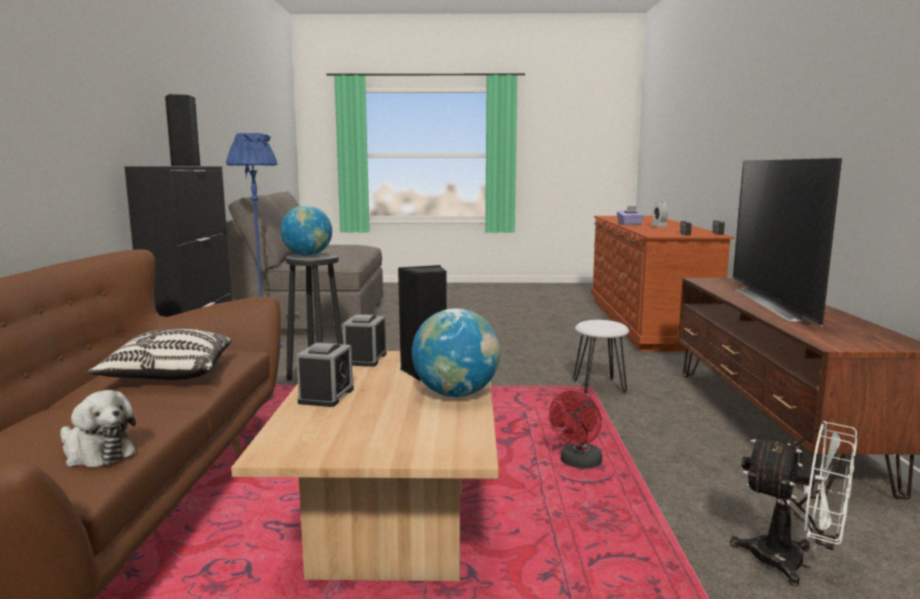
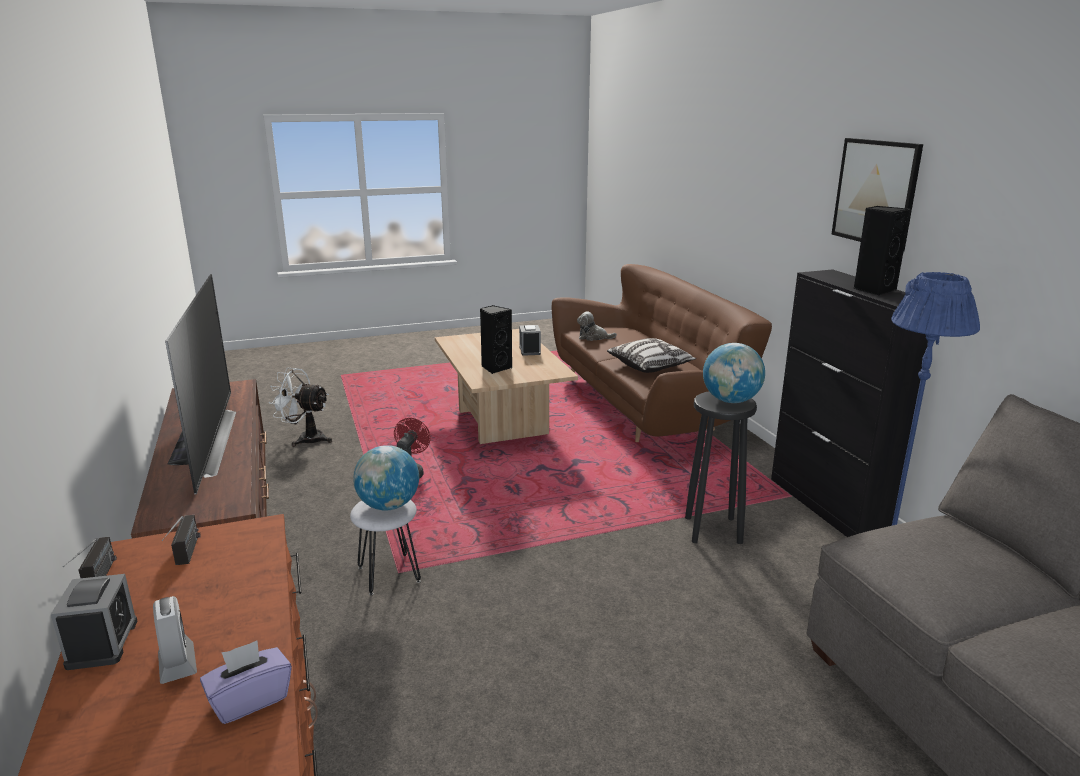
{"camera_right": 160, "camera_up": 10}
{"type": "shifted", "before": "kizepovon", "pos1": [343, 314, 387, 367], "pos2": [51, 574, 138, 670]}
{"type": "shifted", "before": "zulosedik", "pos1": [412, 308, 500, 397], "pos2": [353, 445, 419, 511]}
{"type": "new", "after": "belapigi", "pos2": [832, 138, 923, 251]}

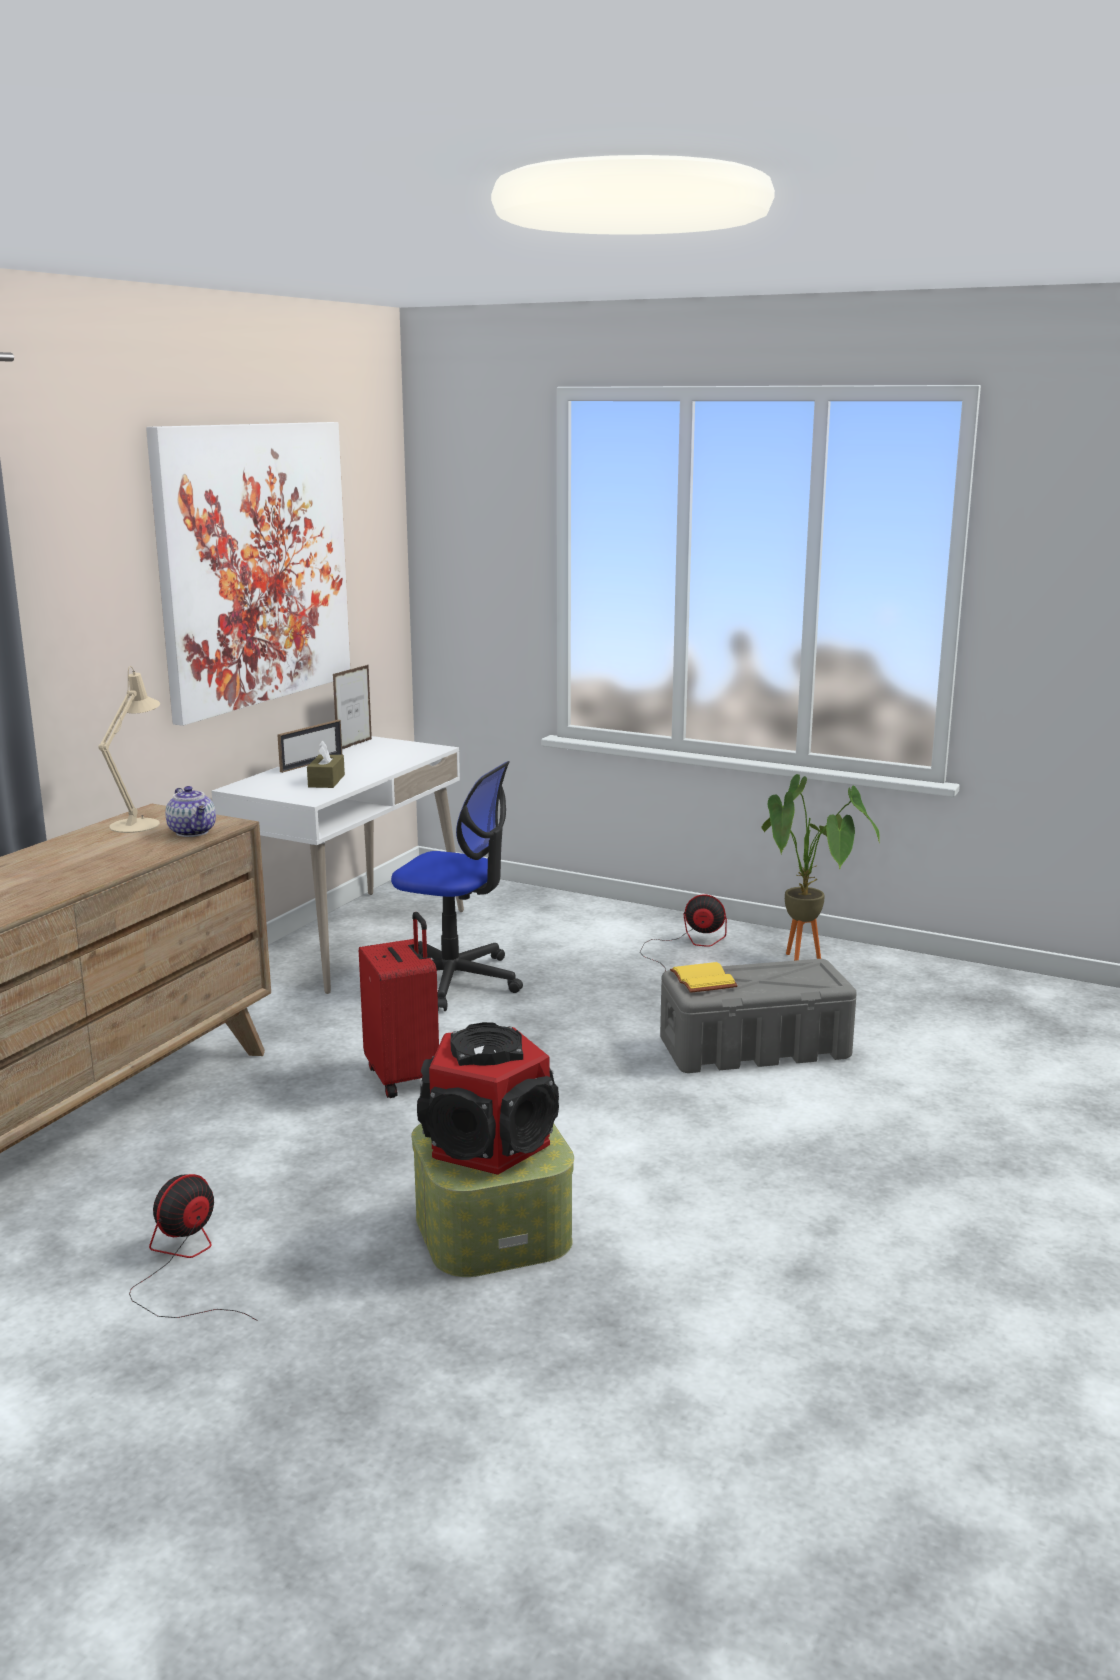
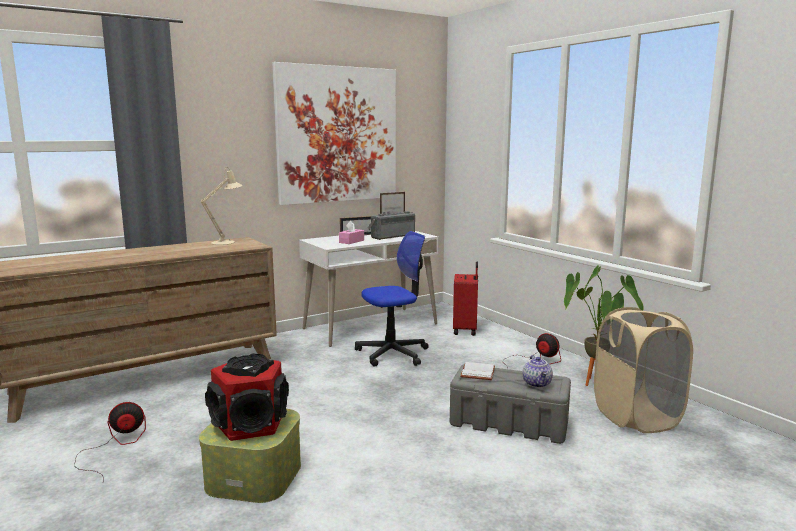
{"camera_right": 30, "camera_up": -5}
{"type": "shifted", "before": "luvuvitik", "pos1": [165, 786, 216, 837], "pos2": [523, 355, 553, 388]}
{"type": "repainted", "before": "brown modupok", "after": "pink modupok", "pos1": [307, 740, 345, 788], "pos2": [339, 221, 364, 244]}
{"type": "shifted", "before": "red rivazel", "pos1": [359, 912, 439, 1098], "pos2": [453, 262, 478, 336]}
{"type": "rotated", "before": "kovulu", "pos1": [391, 761, 523, 1011], "pos2": [355, 231, 429, 366], "turn": -75}
{"type": "repainted", "before": "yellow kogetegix", "after": "white kogetegix", "pos1": [670, 962, 738, 993], "pos2": [460, 362, 495, 380]}
{"type": "new", "after": "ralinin", "pos2": [368, 211, 415, 240]}
{"type": "new", "after": "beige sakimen", "pos2": [594, 307, 693, 433]}

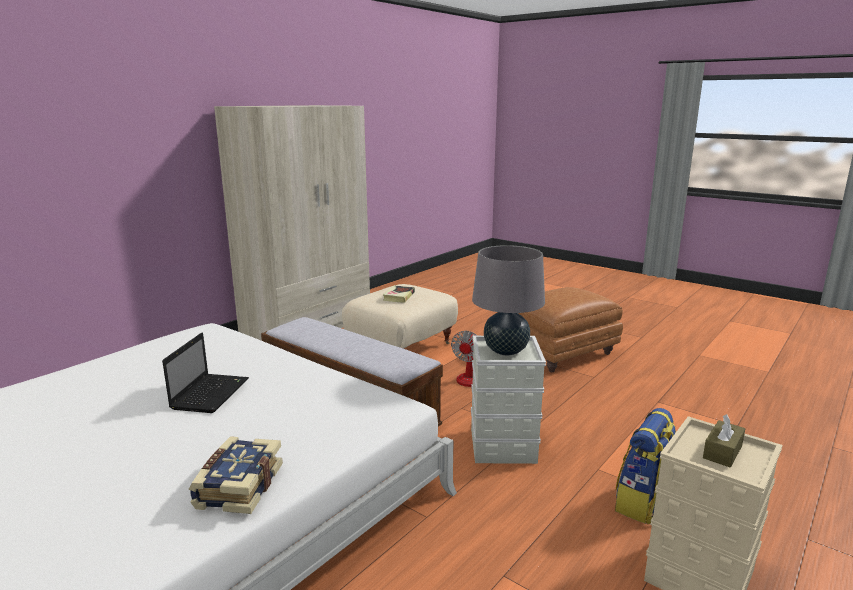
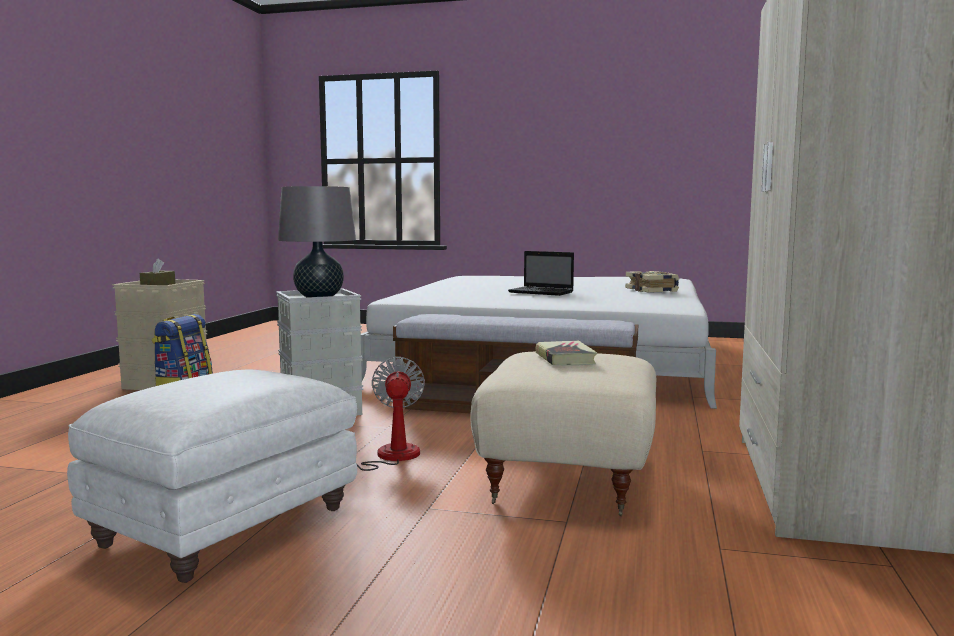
{"camera_right": 155, "camera_up": -10}
{"type": "rotated", "before": "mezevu", "pos1": [162, 333, 249, 413], "pos2": [508, 251, 574, 296], "turn": -45}
{"type": "shifted", "before": "kogetegix", "pos1": [189, 436, 283, 514], "pos2": [625, 271, 679, 293]}
{"type": "repainted", "before": "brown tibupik", "after": "white tibupik", "pos1": [518, 287, 623, 373], "pos2": [67, 370, 357, 583]}

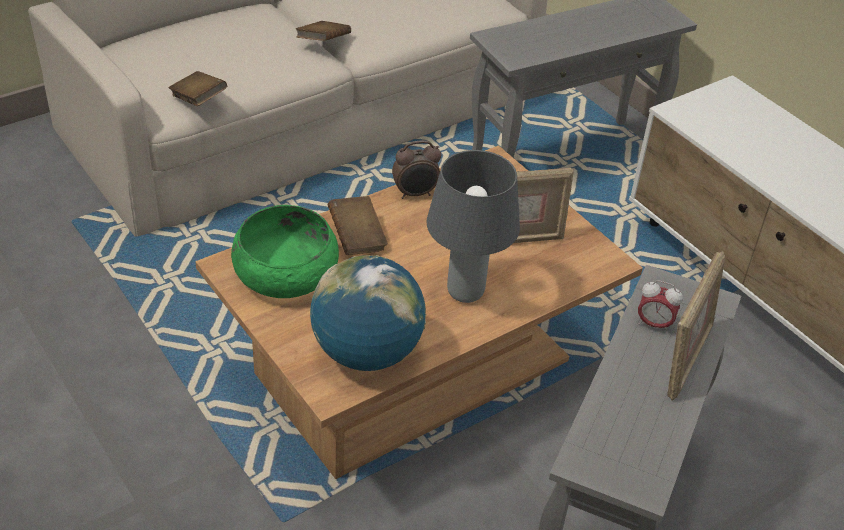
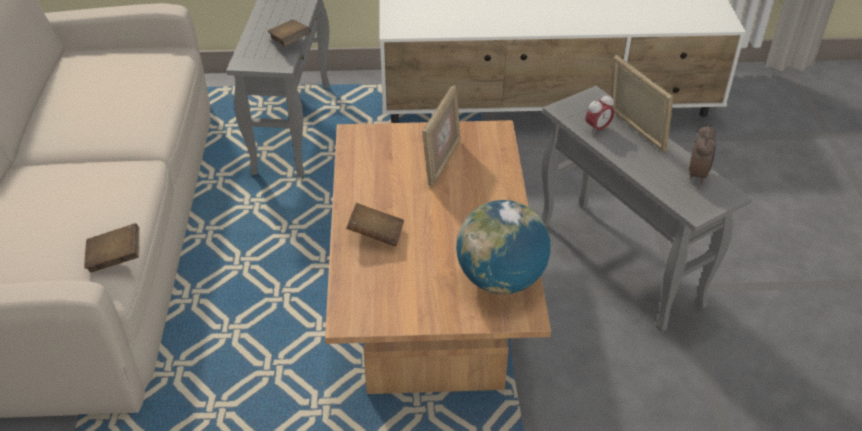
{"camera_right": -55, "camera_up": 0}
{"type": "gone", "before": "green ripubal", "pos1": [231, 205, 339, 298]}
{"type": "shifted", "before": "brown kogetegix", "pos1": [296, 21, 351, 41], "pos2": [268, 20, 311, 46]}
{"type": "shifted", "before": "kizepovon", "pos1": [392, 140, 441, 199], "pos2": [689, 124, 716, 184]}
{"type": "gone", "before": "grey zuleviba", "pos1": [427, 150, 520, 303]}

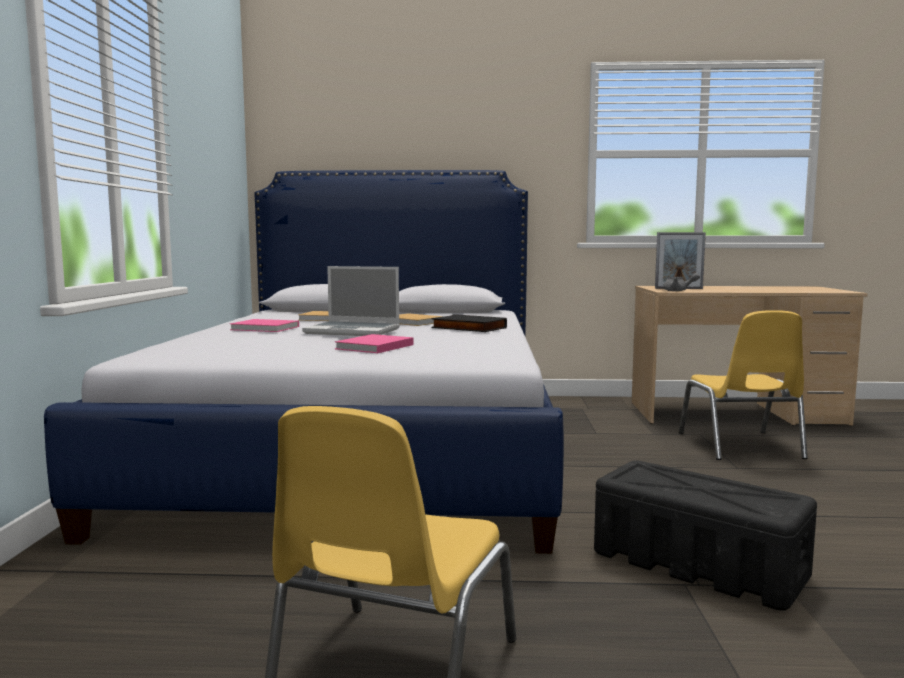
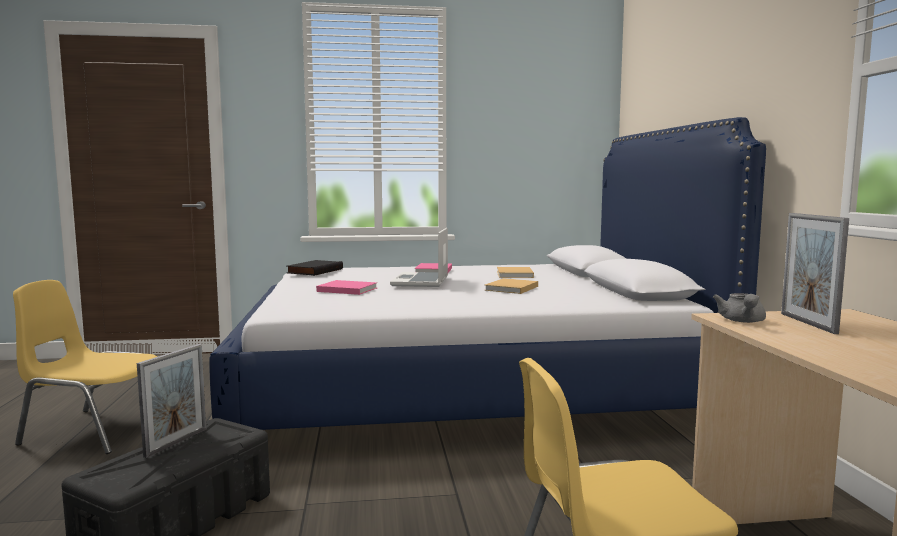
{"camera_right": 80, "camera_up": 0}
{"type": "shifted", "before": "black kogetegix", "pos1": [431, 314, 507, 332], "pos2": [287, 260, 343, 276]}
{"type": "new", "after": "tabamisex", "pos2": [137, 344, 207, 458]}

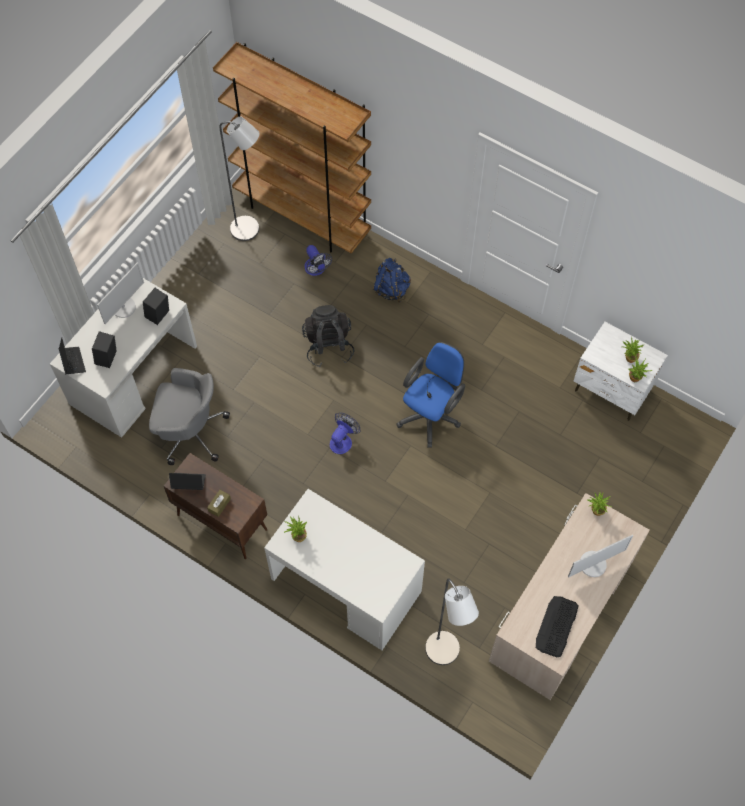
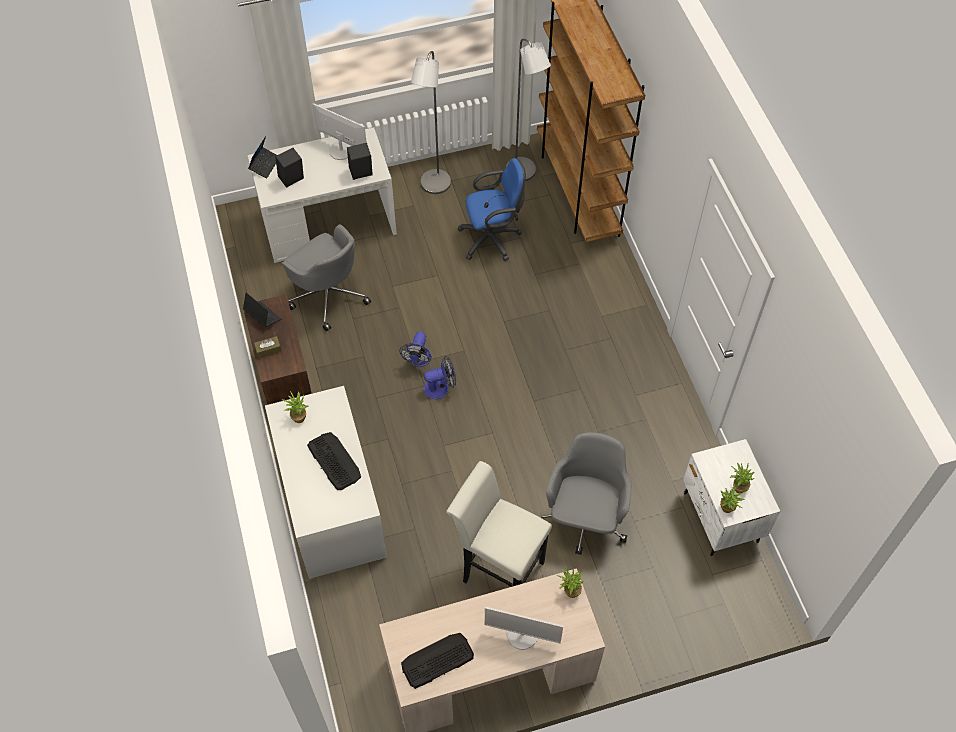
{"camera_right": 40, "camera_up": -5}
{"type": "rotated", "before": "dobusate", "pos1": [97, 262, 144, 324], "pos2": [312, 103, 367, 160], "turn": -135}
{"type": "gone", "before": "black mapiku", "pos1": [302, 305, 354, 367]}
{"type": "shifted", "before": "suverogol", "pos1": [305, 245, 332, 276], "pos2": [399, 332, 431, 367]}
{"type": "gone", "before": "blue mapiku", "pos1": [373, 258, 411, 302]}
{"type": "shifted", "before": "blue kovulu", "pos1": [396, 342, 465, 448], "pos2": [458, 158, 526, 261]}
{"type": "shifted", "before": "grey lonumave", "pos1": [425, 578, 479, 665], "pos2": [411, 51, 451, 194]}
{"type": "new", "after": "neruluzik", "pos2": [307, 432, 361, 490]}
{"type": "new", "after": "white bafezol", "pos2": [446, 461, 552, 587]}
{"type": "new", "after": "grey kovulu", "pos2": [541, 432, 632, 555]}

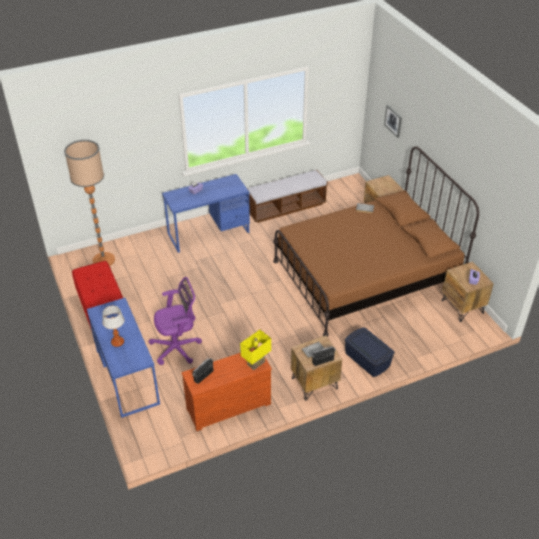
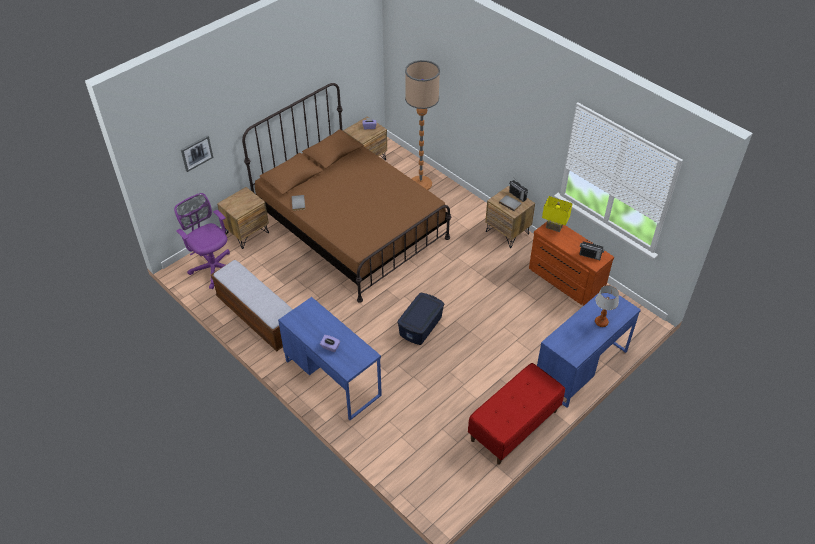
{"camera_right": -110, "camera_up": 5}
{"type": "shifted", "before": "lonumave", "pos1": [64, 140, 115, 266], "pos2": [405, 60, 440, 190]}
{"type": "shifted", "before": "purple kovulu", "pos1": [148, 277, 202, 365], "pos2": [174, 193, 230, 289]}
{"type": "shifted", "before": "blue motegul", "pos1": [345, 327, 395, 377], "pos2": [397, 293, 444, 345]}

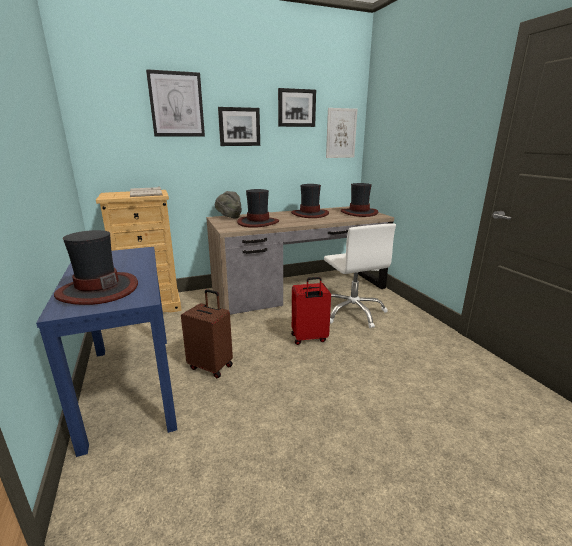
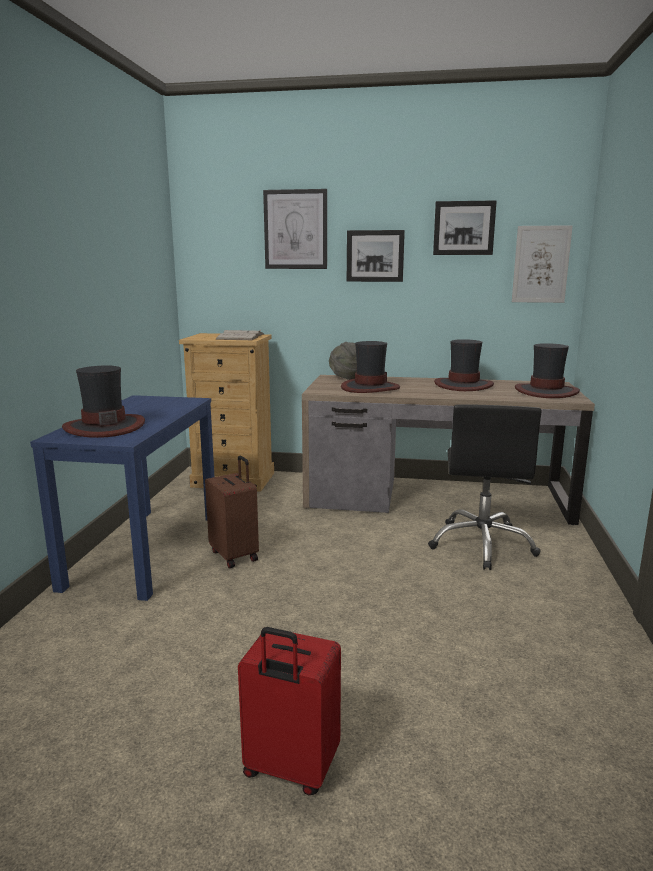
{"camera_right": 30, "camera_up": -5}
{"type": "shifted", "before": "red rivazel", "pos1": [291, 277, 331, 345], "pos2": [238, 627, 341, 796]}
{"type": "repainted", "before": "white kovulu", "after": "black kovulu", "pos1": [324, 223, 396, 328], "pos2": [428, 404, 542, 570]}

